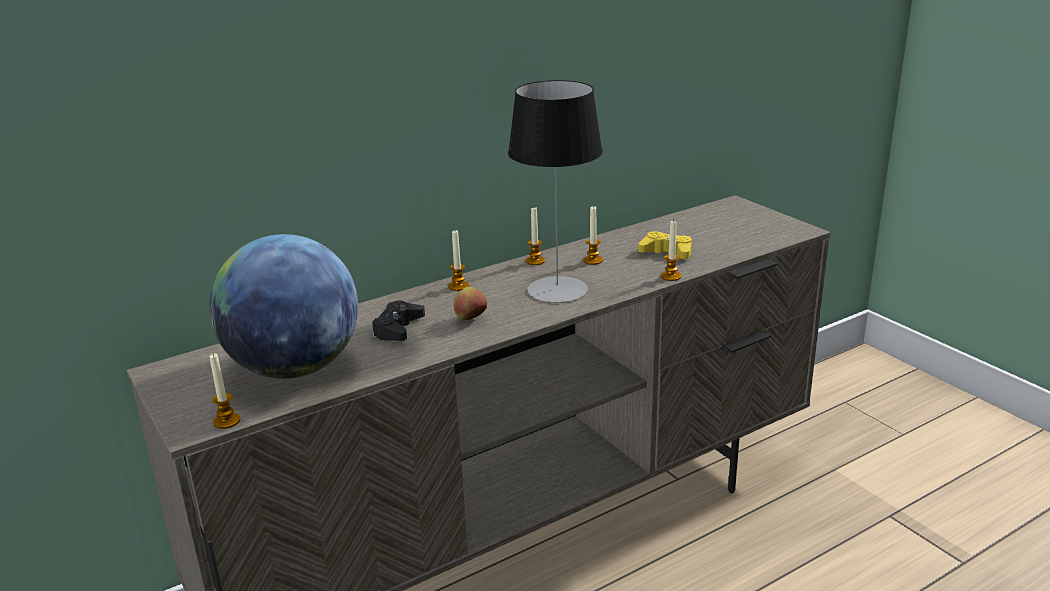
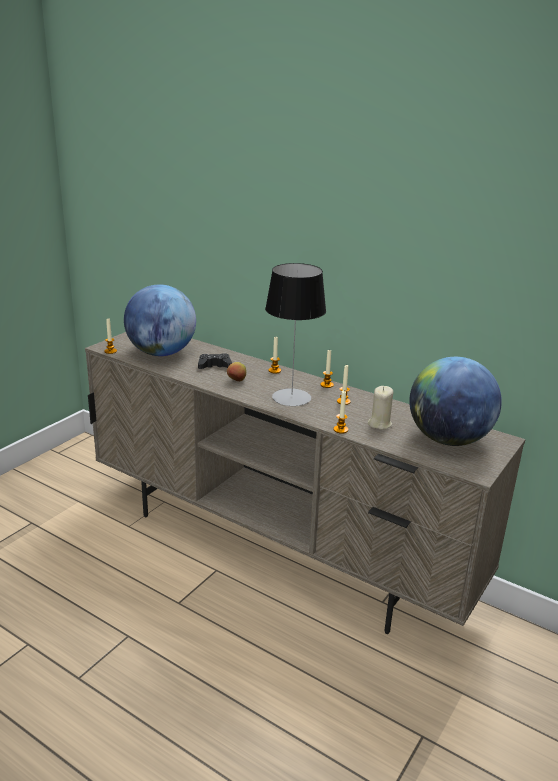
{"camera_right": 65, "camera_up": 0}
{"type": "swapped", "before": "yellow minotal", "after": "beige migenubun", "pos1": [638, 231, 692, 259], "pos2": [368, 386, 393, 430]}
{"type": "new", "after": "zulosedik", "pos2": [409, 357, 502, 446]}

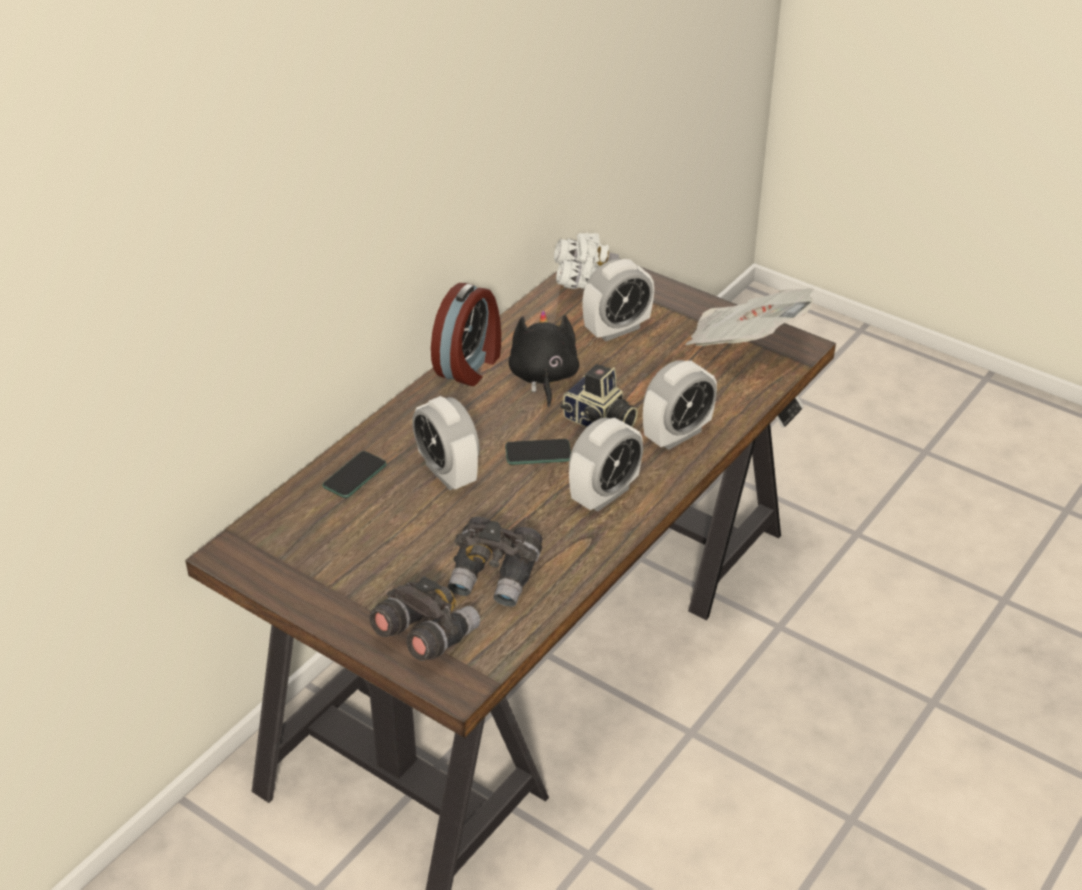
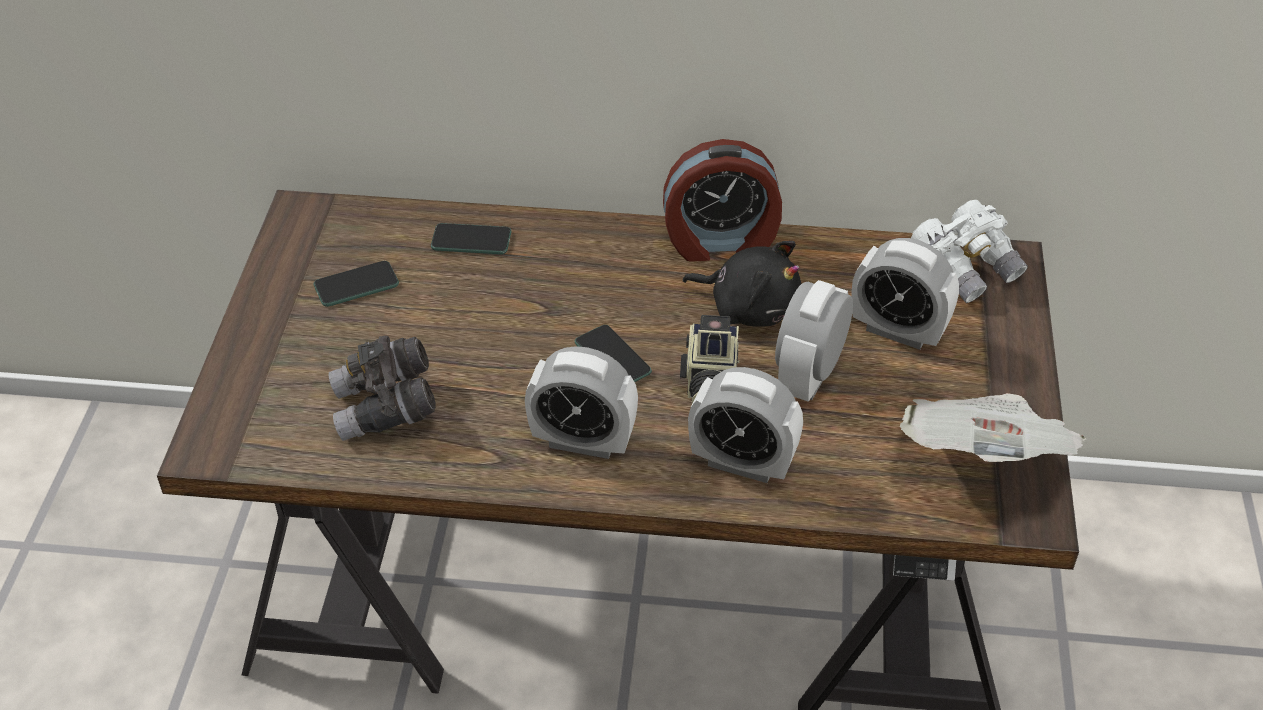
{"camera_right": 60, "camera_up": 5}
{"type": "gone", "before": "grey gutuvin", "pos1": [370, 576, 480, 661]}
{"type": "shifted", "before": "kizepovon", "pos1": [412, 396, 480, 490], "pos2": [775, 280, 853, 402]}
{"type": "rotated", "before": "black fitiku", "pos1": [509, 310, 579, 407], "pos2": [683, 241, 801, 327], "turn": 60}
{"type": "new", "after": "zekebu", "pos2": [314, 261, 399, 307]}

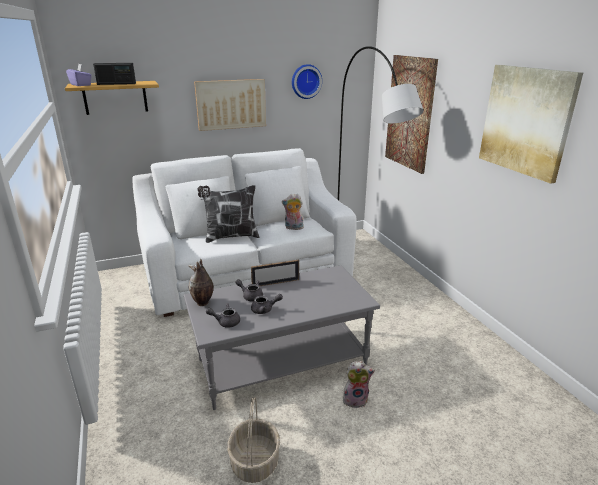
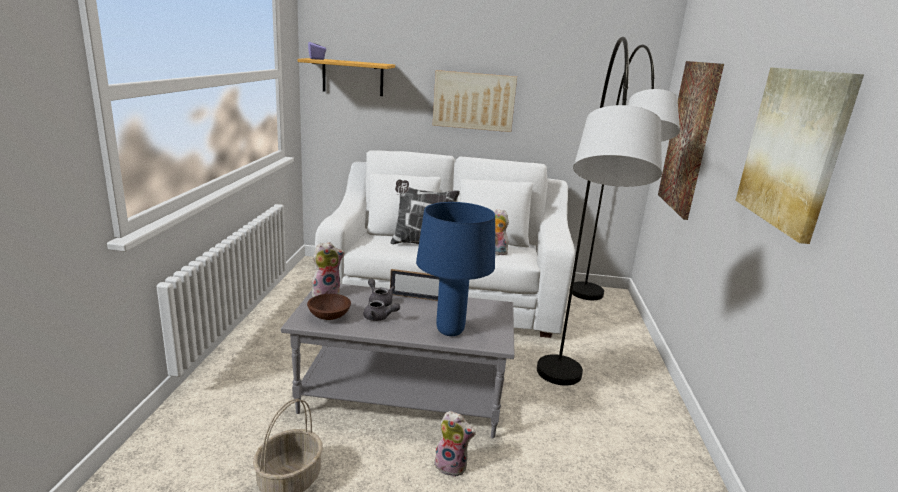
{"camera_right": 25, "camera_up": -5}
{"type": "gone", "before": "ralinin", "pos1": [93, 63, 136, 85]}
{"type": "swapped", "before": "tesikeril", "after": "fitiku", "pos1": [189, 259, 214, 306], "pos2": [312, 242, 345, 297]}
{"type": "swapped", "before": "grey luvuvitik", "after": "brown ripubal", "pos1": [206, 303, 240, 328], "pos2": [307, 294, 351, 320]}
{"type": "gone", "before": "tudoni", "pos1": [292, 64, 322, 99]}
{"type": "new", "after": "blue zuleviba", "pos2": [416, 202, 495, 336]}
{"type": "new", "after": "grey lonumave", "pos2": [537, 37, 662, 386]}

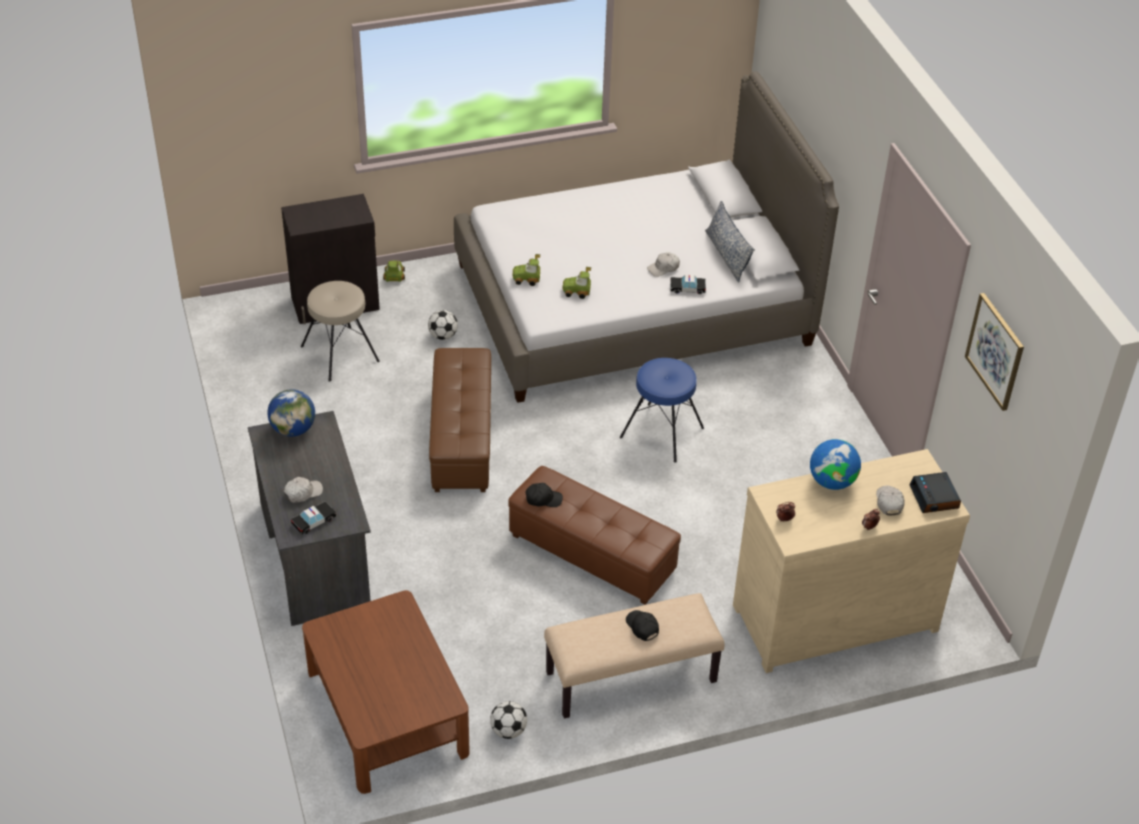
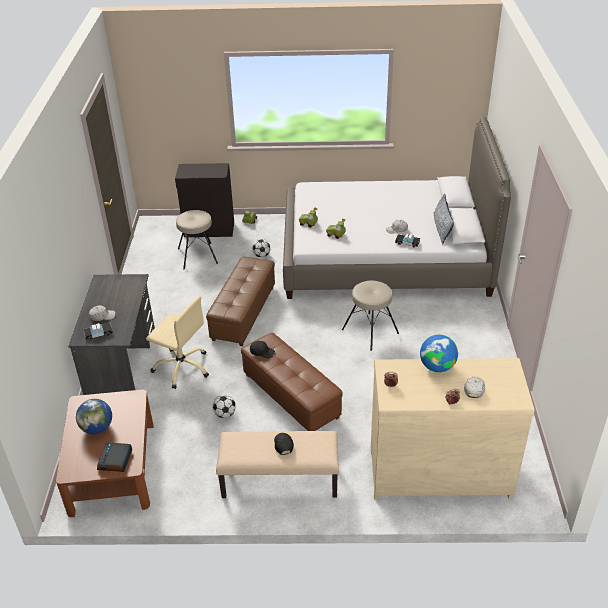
{"camera_right": 20, "camera_up": -5}
{"type": "shifted", "before": "zulosedik", "pos1": [267, 389, 315, 437], "pos2": [76, 399, 112, 434]}
{"type": "shifted", "before": "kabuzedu", "pos1": [490, 701, 527, 739], "pos2": [212, 395, 236, 418]}
{"type": "repainted", "before": "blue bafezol", "after": "beige bafezol", "pos1": [620, 358, 704, 463], "pos2": [342, 281, 399, 351]}
{"type": "shifted", "before": "kizepovon", "pos1": [909, 472, 961, 513], "pos2": [97, 442, 132, 472]}
{"type": "gone", "before": "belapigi", "pos1": [965, 293, 1024, 411]}
{"type": "new", "after": "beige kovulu", "pos2": [146, 296, 209, 389]}

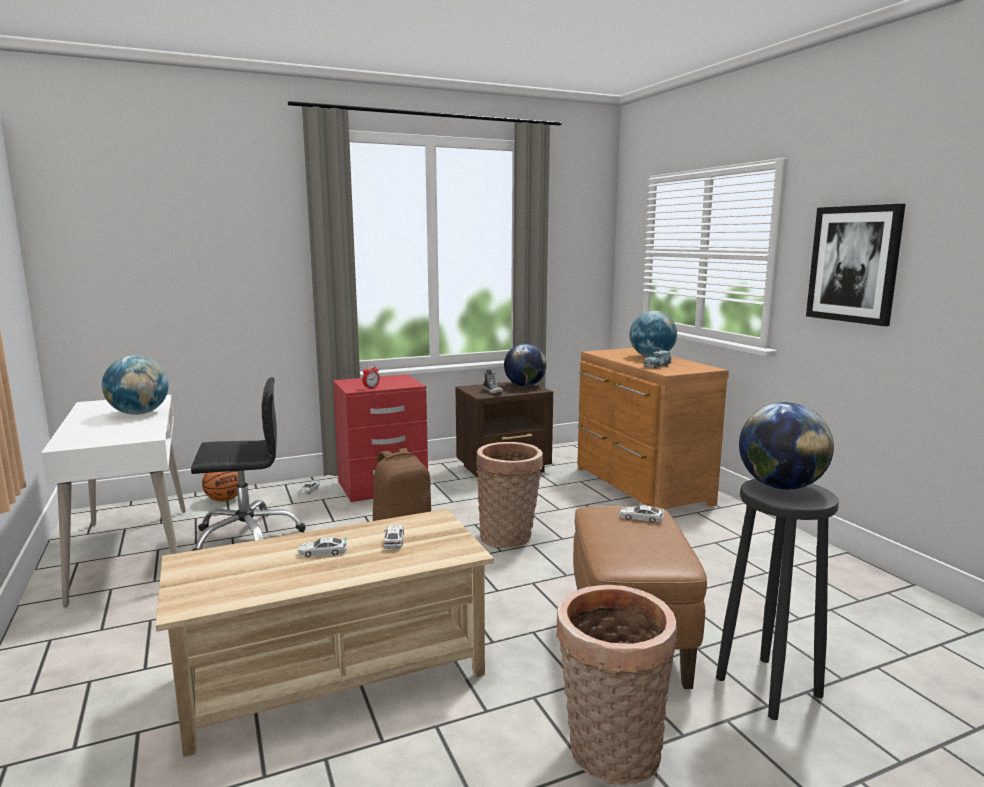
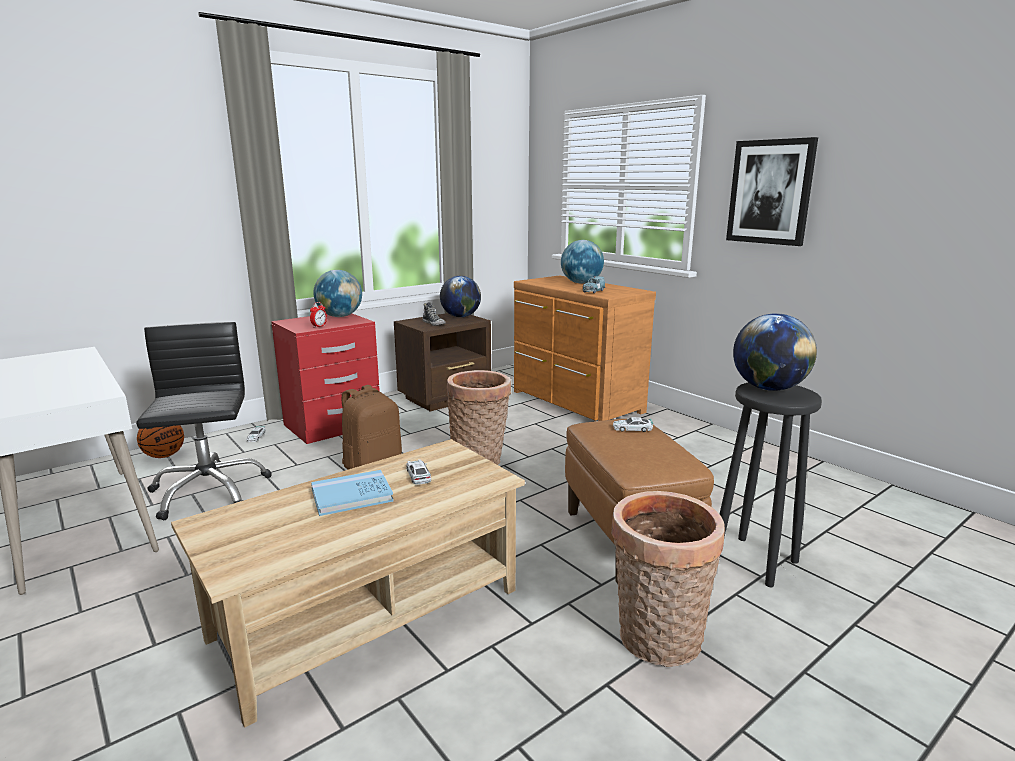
{"camera_right": -15, "camera_up": 5}
{"type": "shifted", "before": "zulosedik", "pos1": [102, 356, 169, 415], "pos2": [313, 270, 362, 317]}
{"type": "rotated", "before": "black kovulu", "pos1": [191, 377, 306, 551], "pos2": [136, 322, 272, 520], "turn": -75}
{"type": "swapped", "before": "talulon", "after": "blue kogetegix", "pos1": [298, 537, 347, 557], "pos2": [311, 470, 394, 516]}

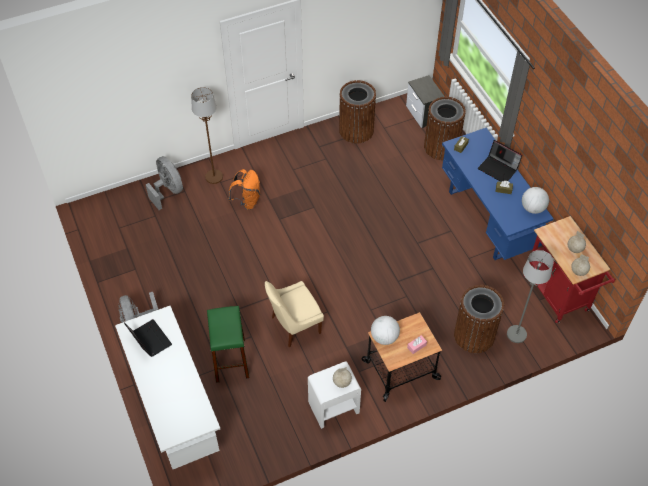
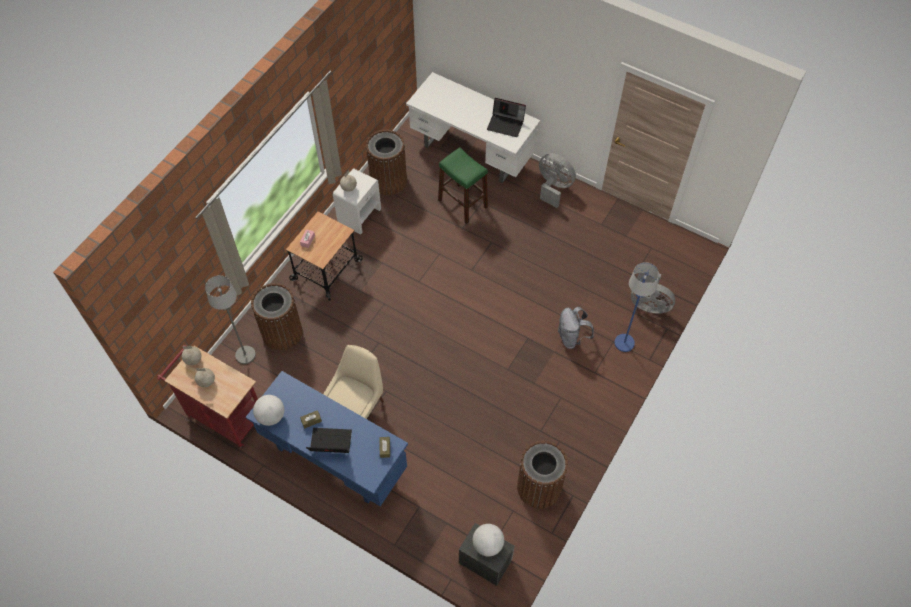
{"camera_right": 145, "camera_up": 5}
{"type": "repainted", "before": "brown lonumave", "after": "blue lonumave", "pos1": [191, 87, 223, 184], "pos2": [614, 262, 659, 352]}
{"type": "repainted", "before": "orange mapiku", "after": "grey mapiku", "pos1": [228, 169, 260, 210], "pos2": [558, 307, 594, 349]}
{"type": "shifted", "before": "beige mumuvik", "pos1": [265, 281, 324, 348], "pos2": [323, 345, 384, 419]}
{"type": "shifted", "before": "zulosedik", "pos1": [371, 316, 400, 345], "pos2": [473, 524, 504, 556]}
{"type": "shifted", "before": "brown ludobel", "pos1": [424, 97, 466, 160], "pos2": [366, 130, 407, 195]}

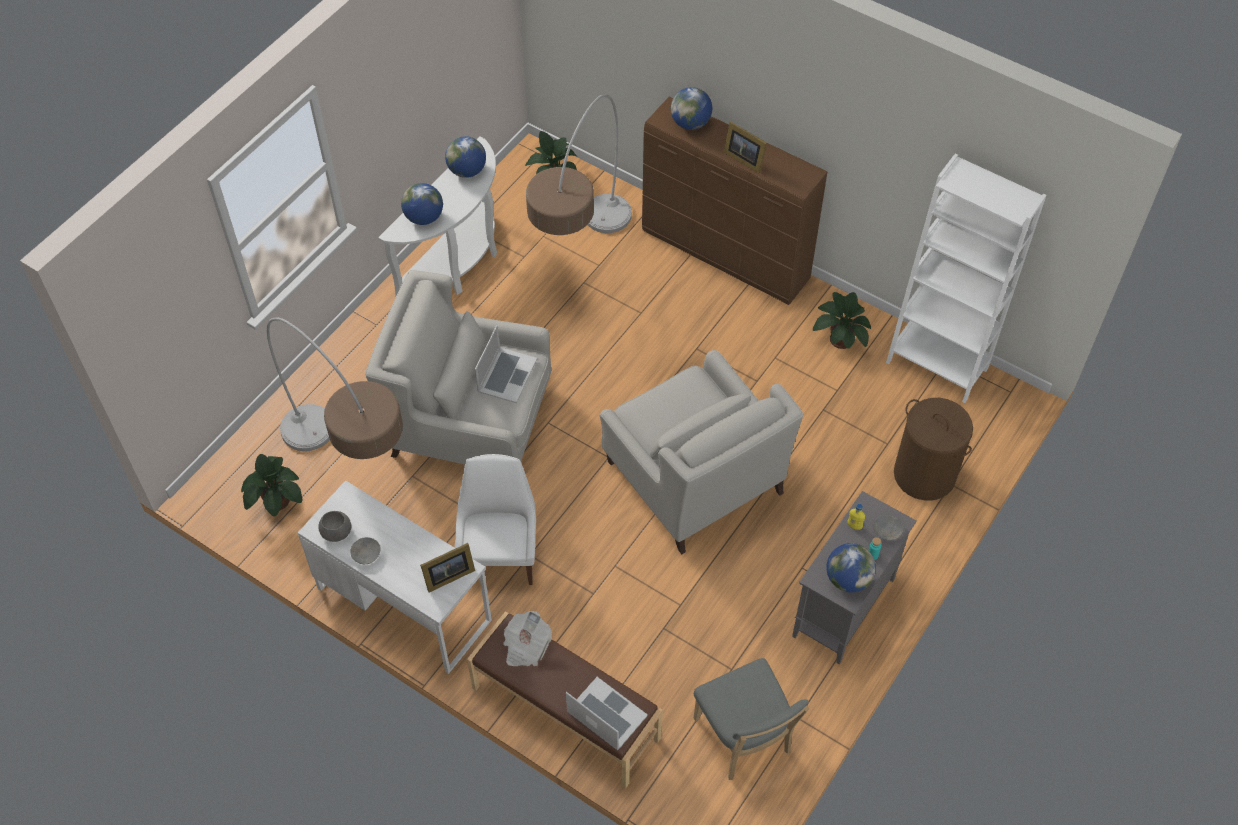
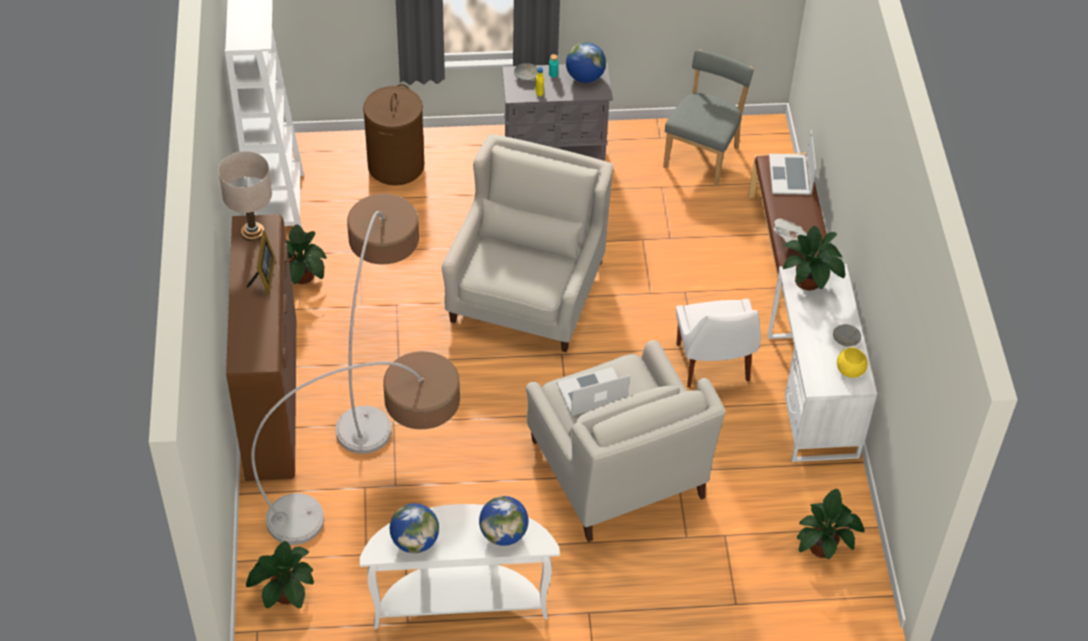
{"camera_right": -130, "camera_up": -5}
{"type": "shifted", "before": "lonumave", "pos1": [267, 318, 403, 459], "pos2": [335, 194, 419, 454]}
{"type": "repainted", "before": "grey ripubal", "after": "yellow ripubal", "pos1": [318, 511, 351, 542], "pos2": [837, 347, 868, 378]}
{"type": "swapped", "before": "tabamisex", "after": "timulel", "pos1": [420, 543, 475, 593], "pos2": [783, 226, 845, 291]}
{"type": "rotated", "before": "white mumuvik", "pos1": [454, 454, 536, 585], "pos2": [676, 299, 761, 388], "turn": -60}
{"type": "gone", "before": "zulosedik", "pos1": [671, 87, 712, 130]}
{"type": "new", "after": "beige zuleviba", "pos2": [218, 151, 272, 241]}

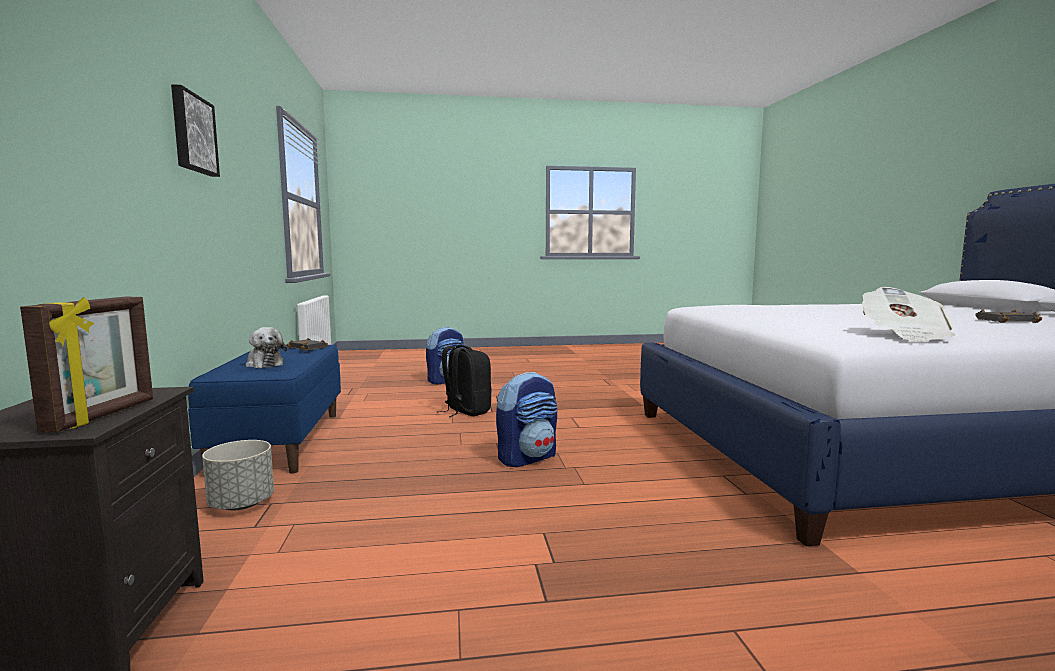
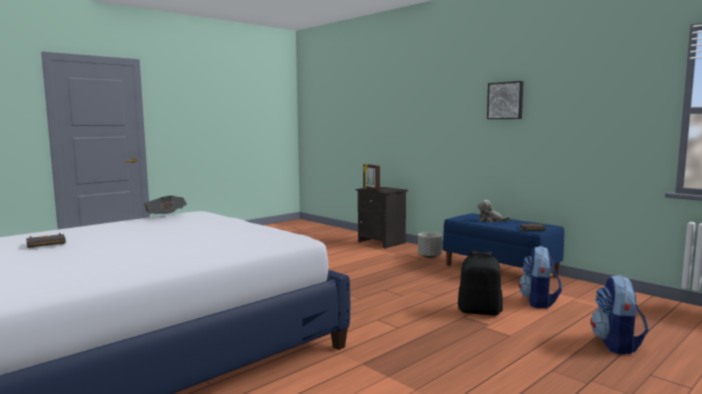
{"camera_right": 145, "camera_up": 0}
{"type": "shifted", "before": "mapiku", "pos1": [496, 372, 557, 467], "pos2": [519, 246, 562, 308]}

